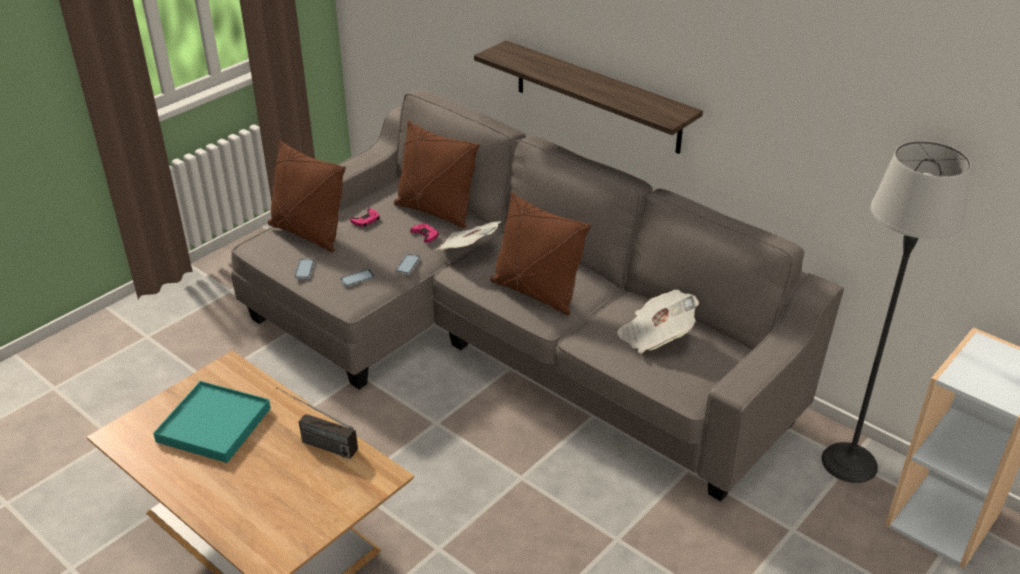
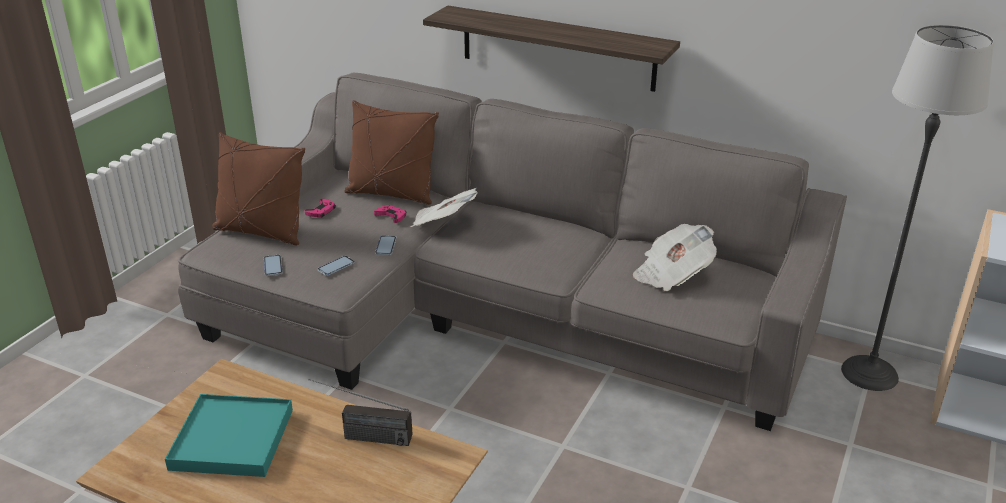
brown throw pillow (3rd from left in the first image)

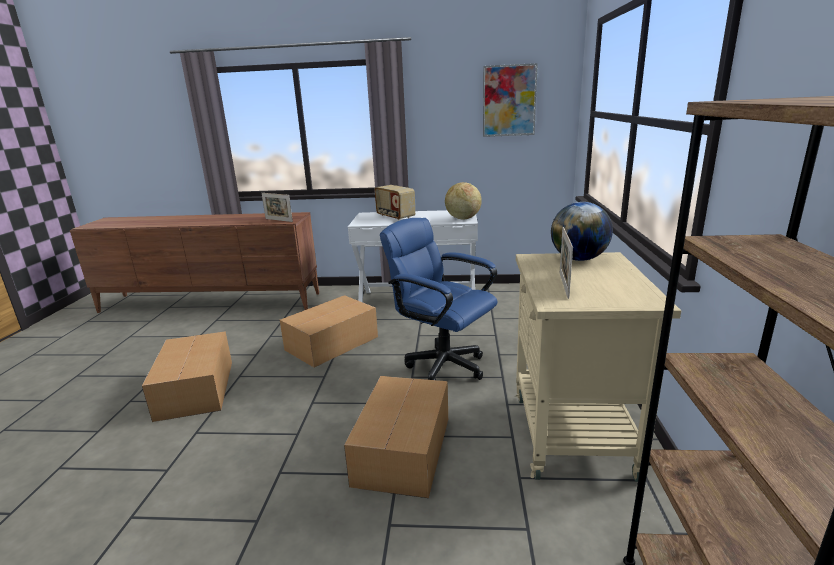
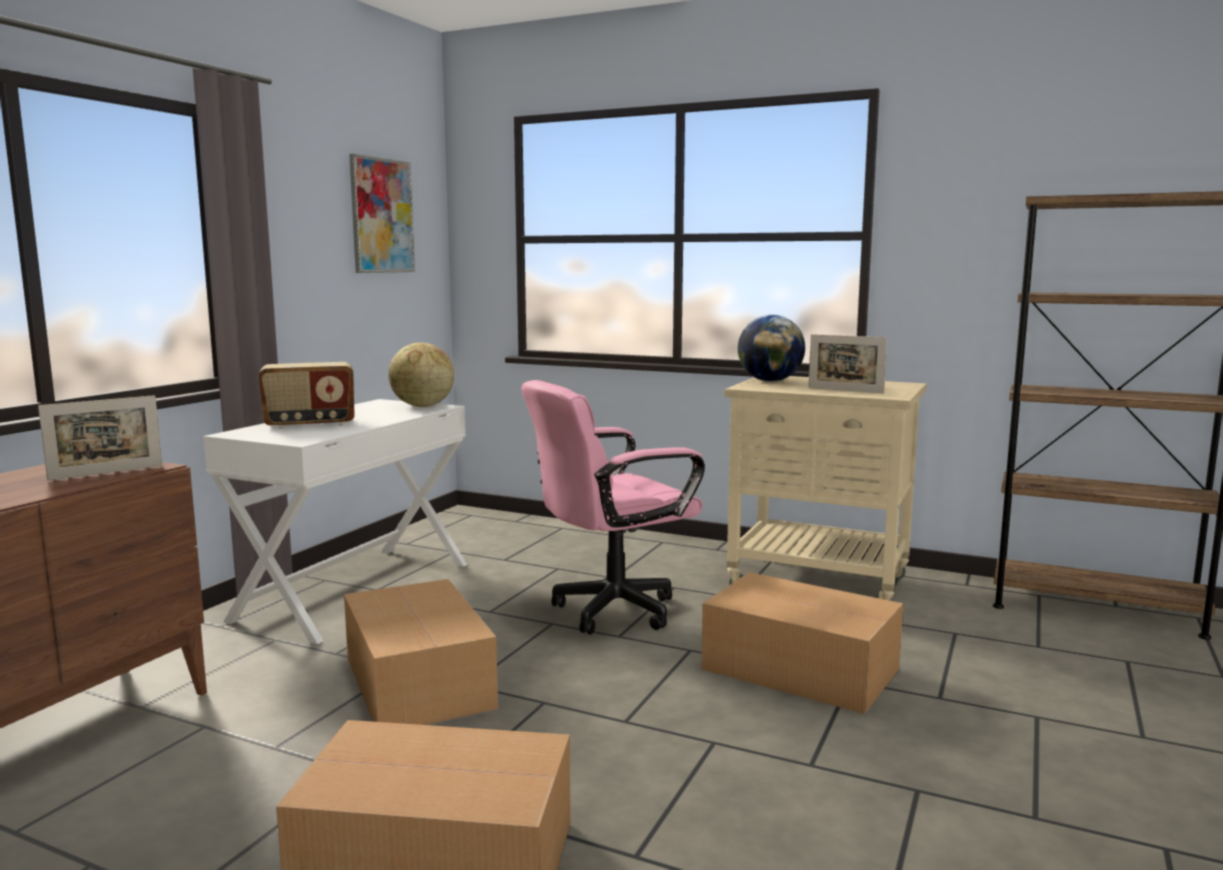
pink-coloured desk chair

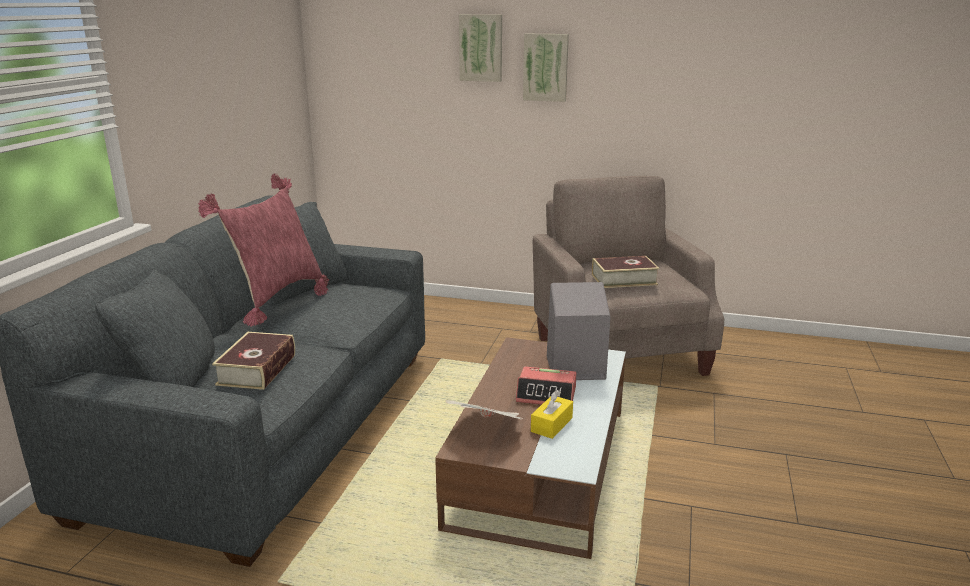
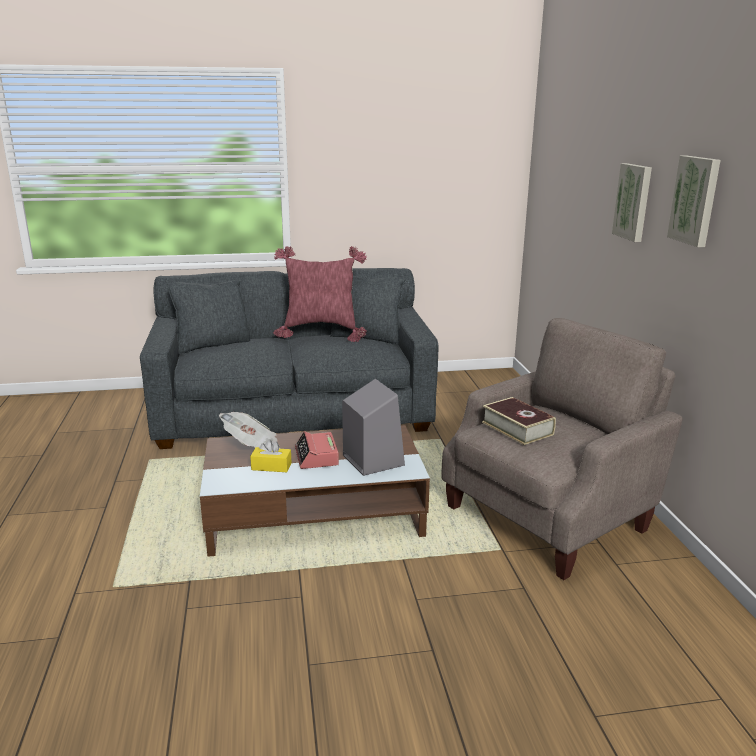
wall picture (2nd from left); volume (1st from left in the first image)

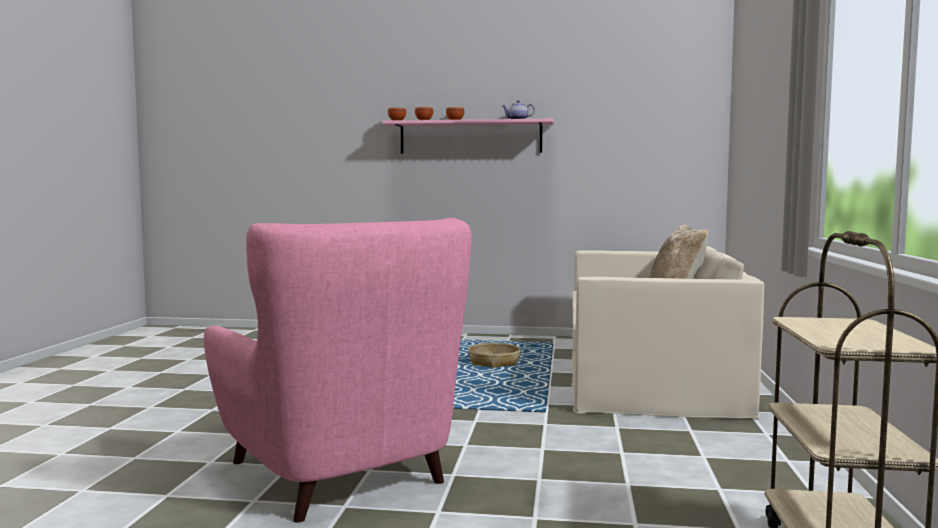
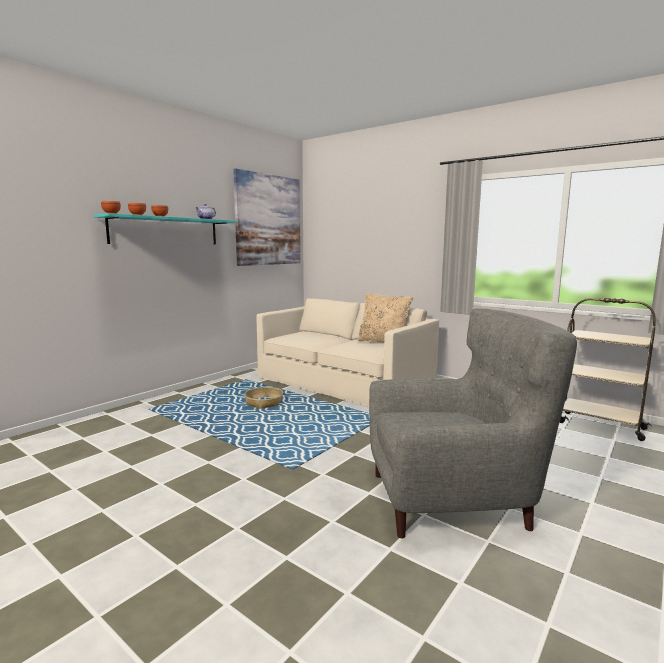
turquoise-coloured wall shelf; wall picture; gray easy chair

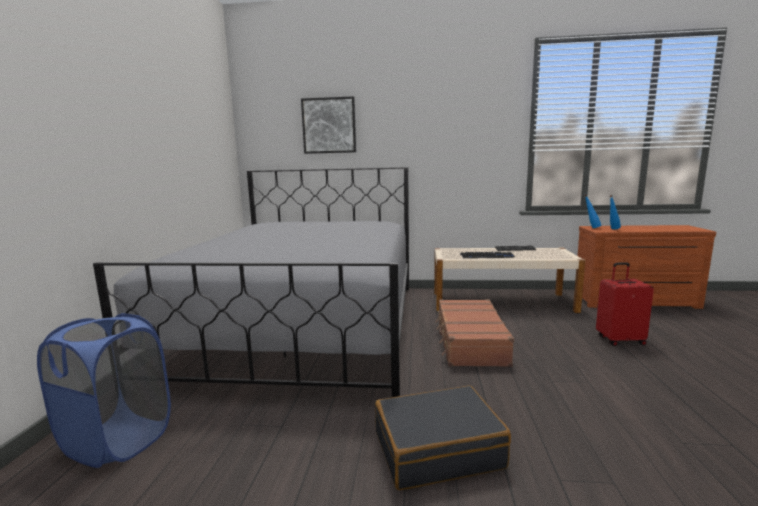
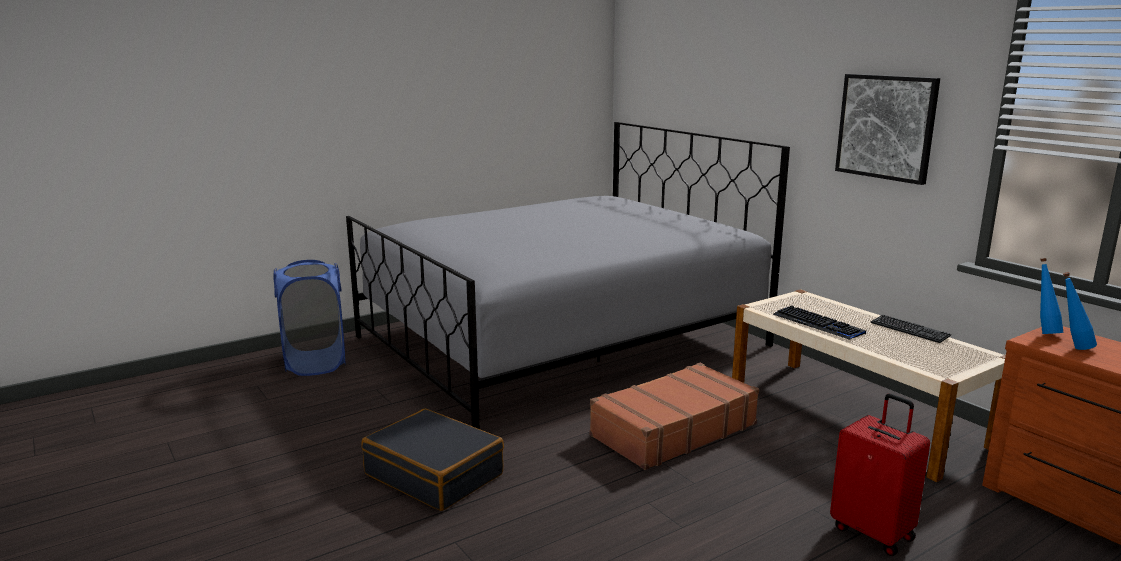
wall picture

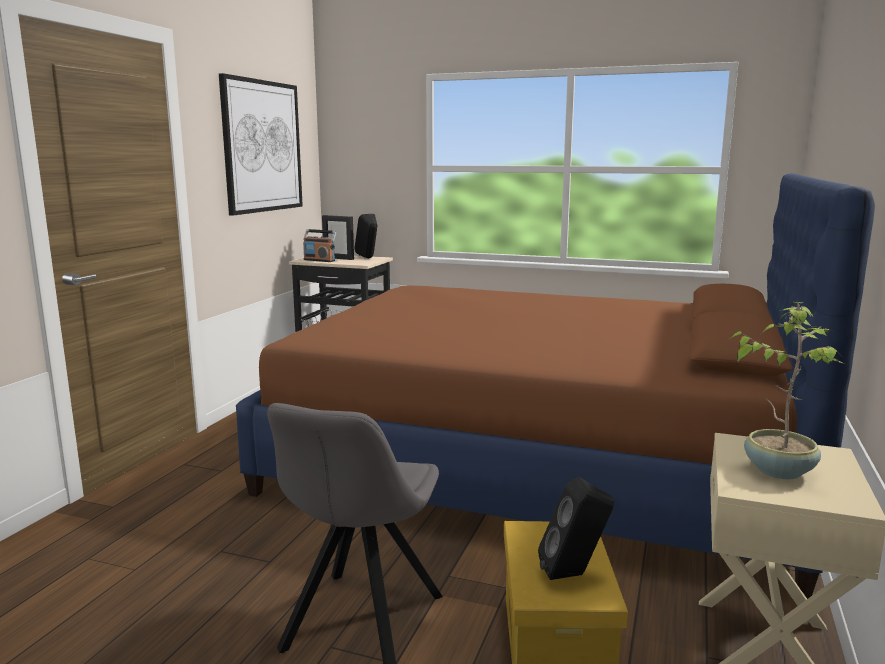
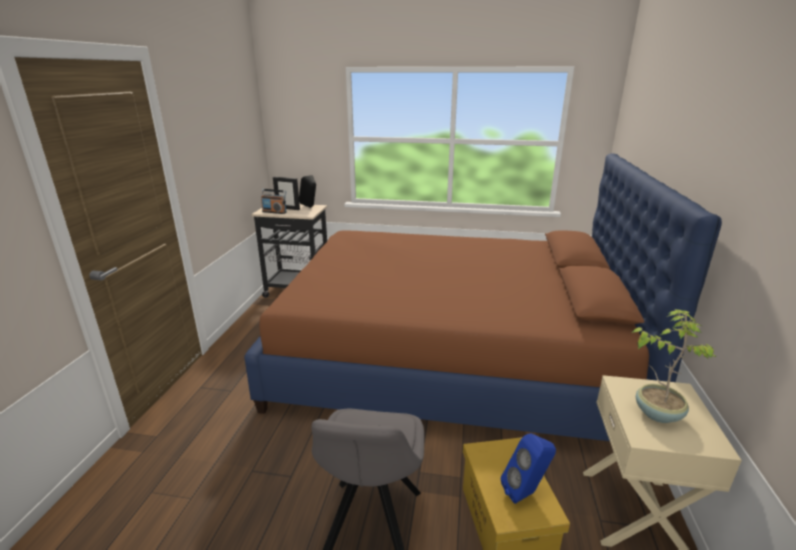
bluish audio speaker; wall picture

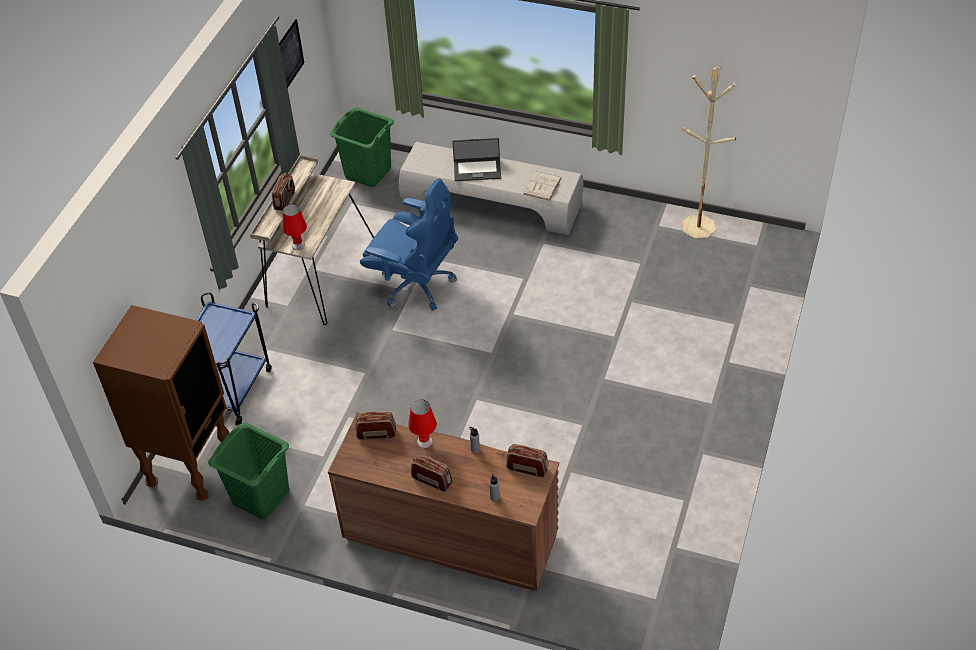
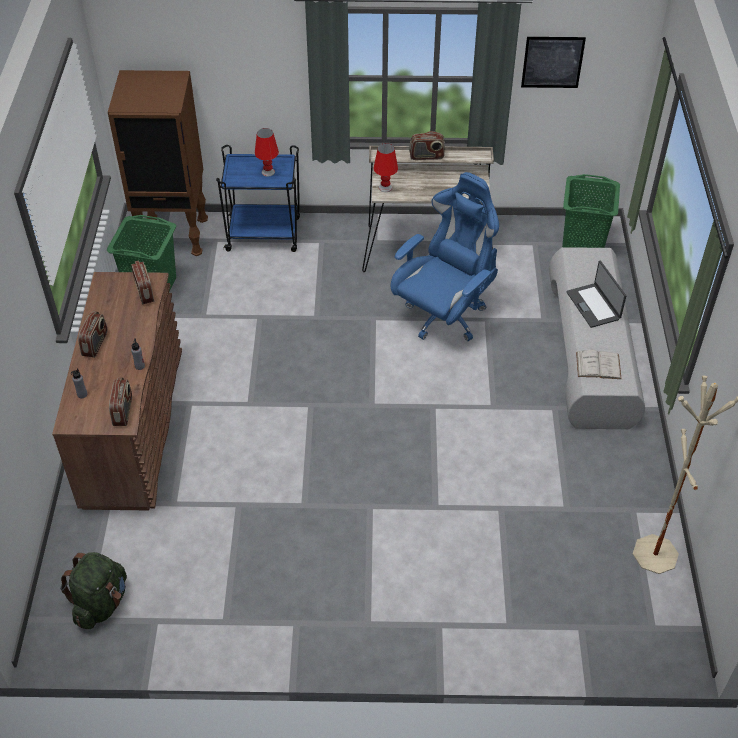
green-coloured backpack; red-coloured table lamp (1st from left); bluish desk chair

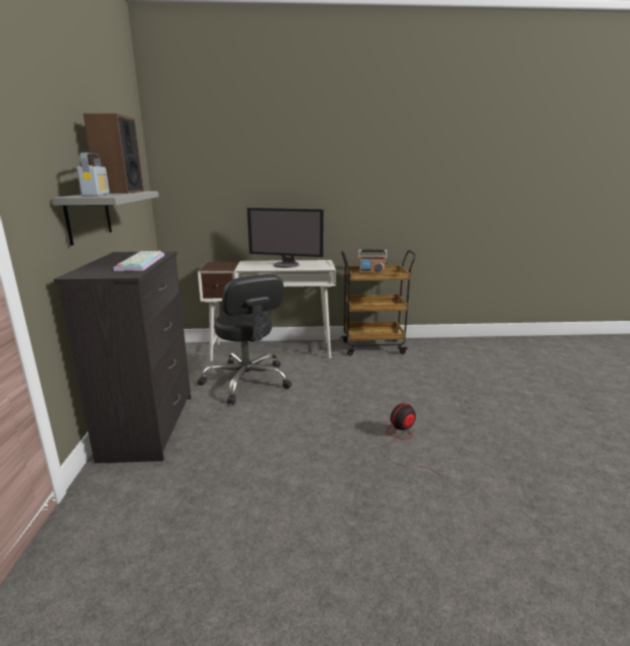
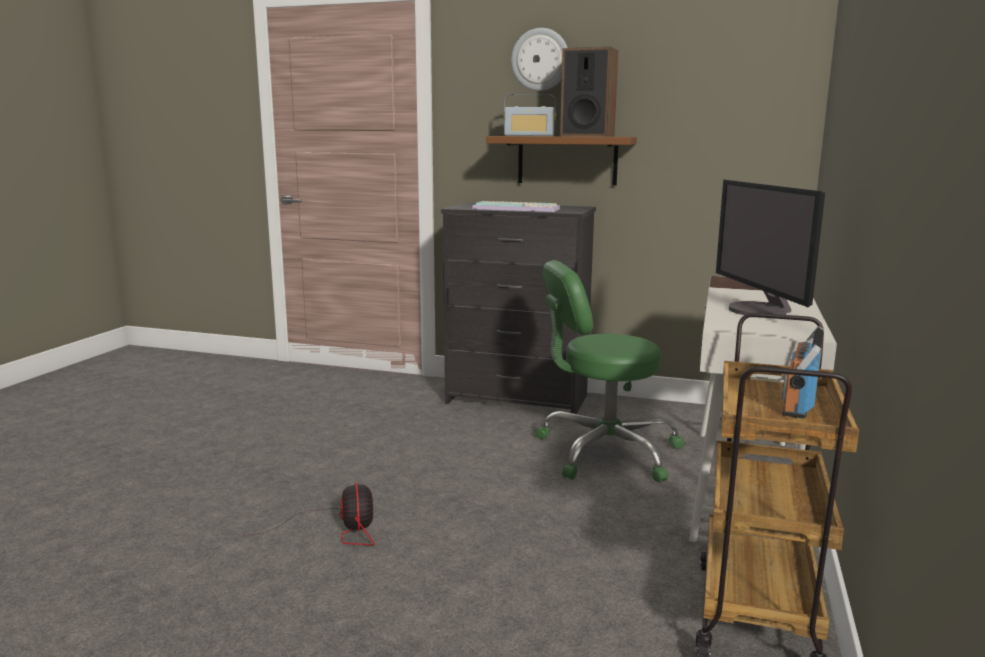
brown wall shelf; hanging clock; green-coloured desk chair; computer screen

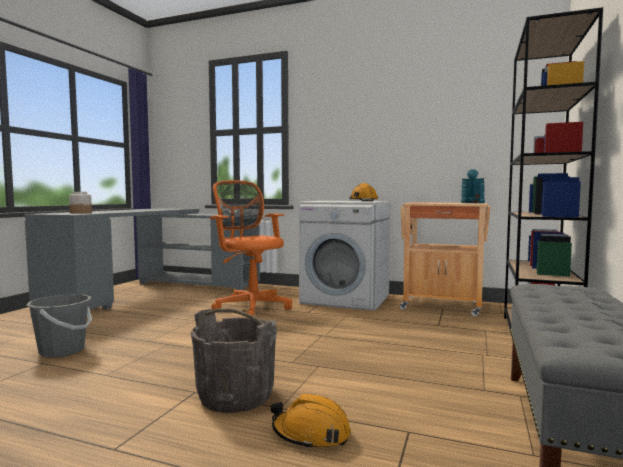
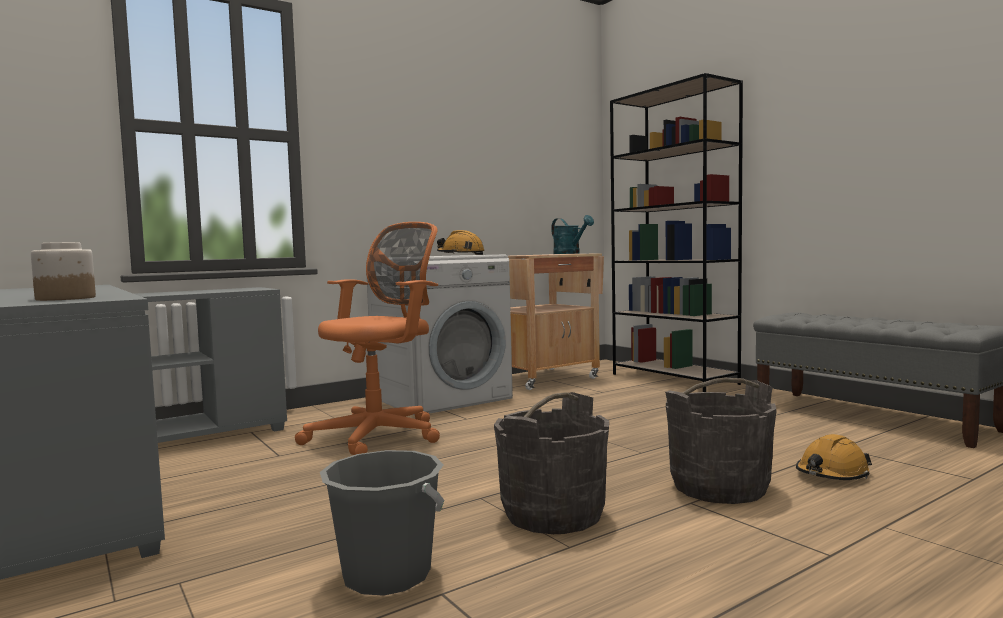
orangey desk chair; gray pail (2nd from left)

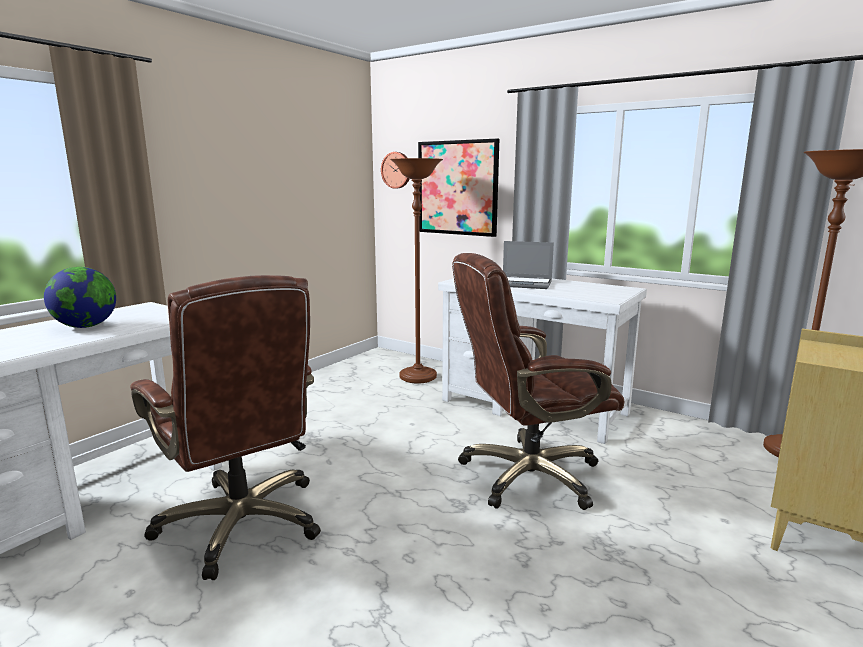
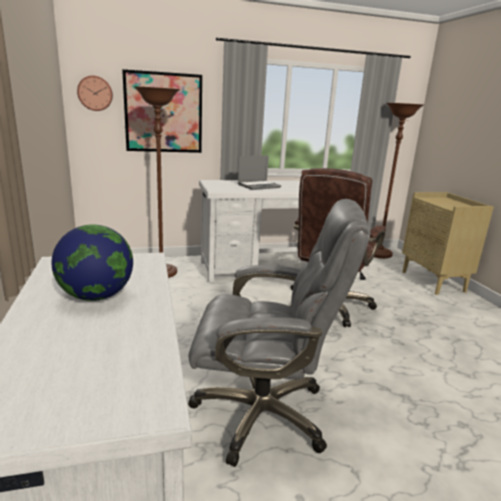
gray desk chair

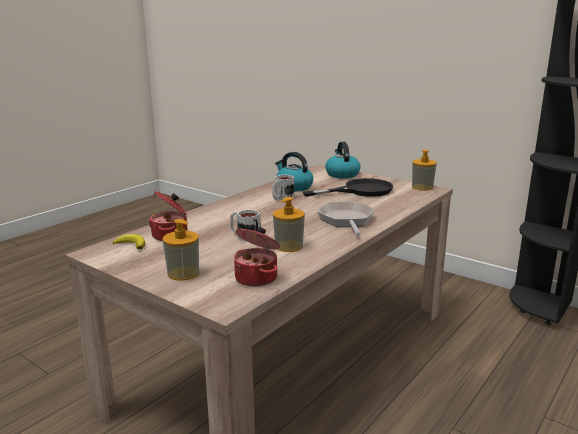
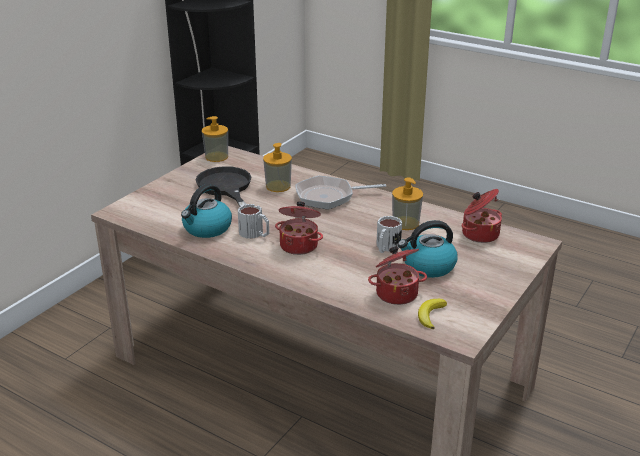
soap dispenser (2nd from left); stockpot (1st from left); water kettle (2nd from left)

